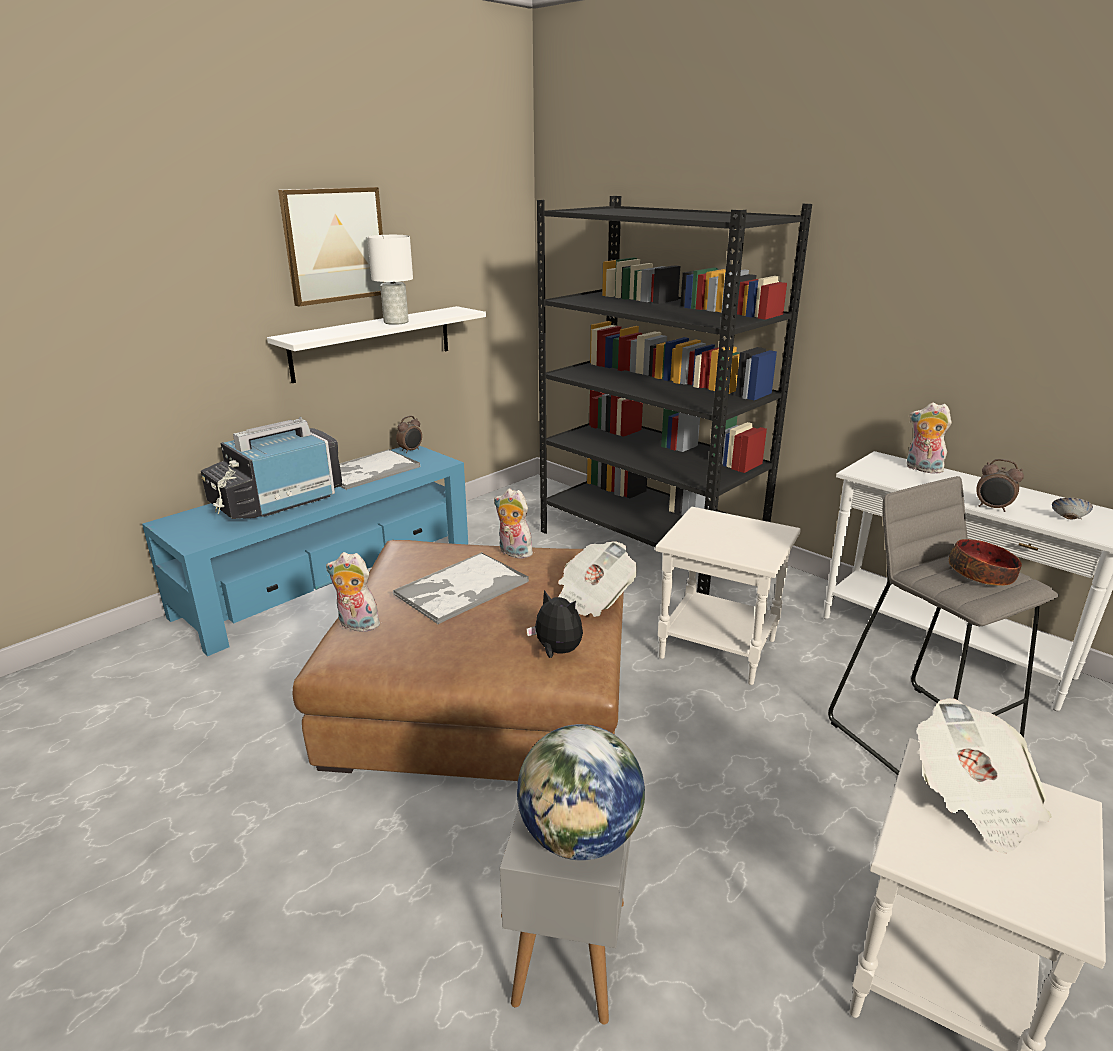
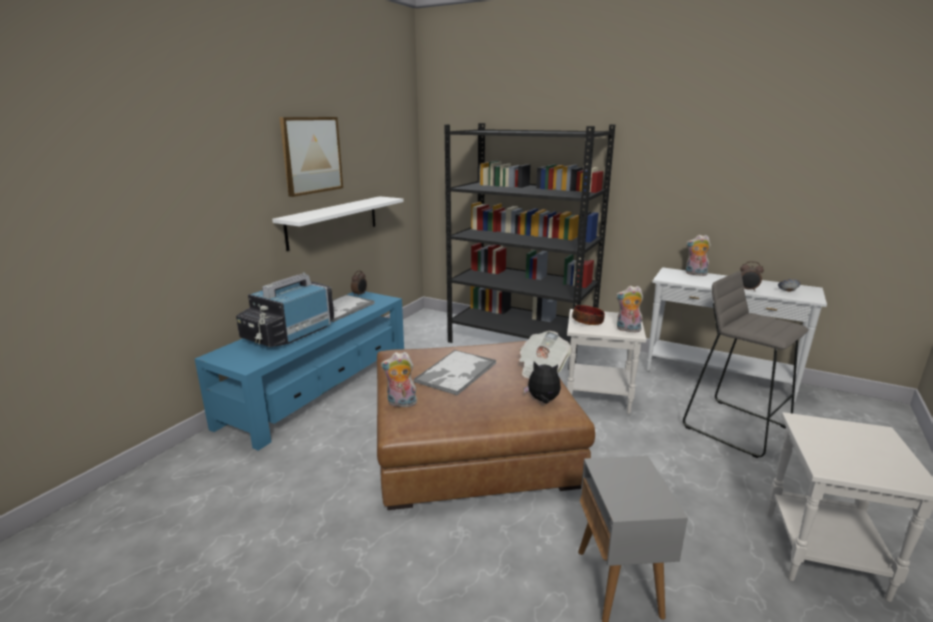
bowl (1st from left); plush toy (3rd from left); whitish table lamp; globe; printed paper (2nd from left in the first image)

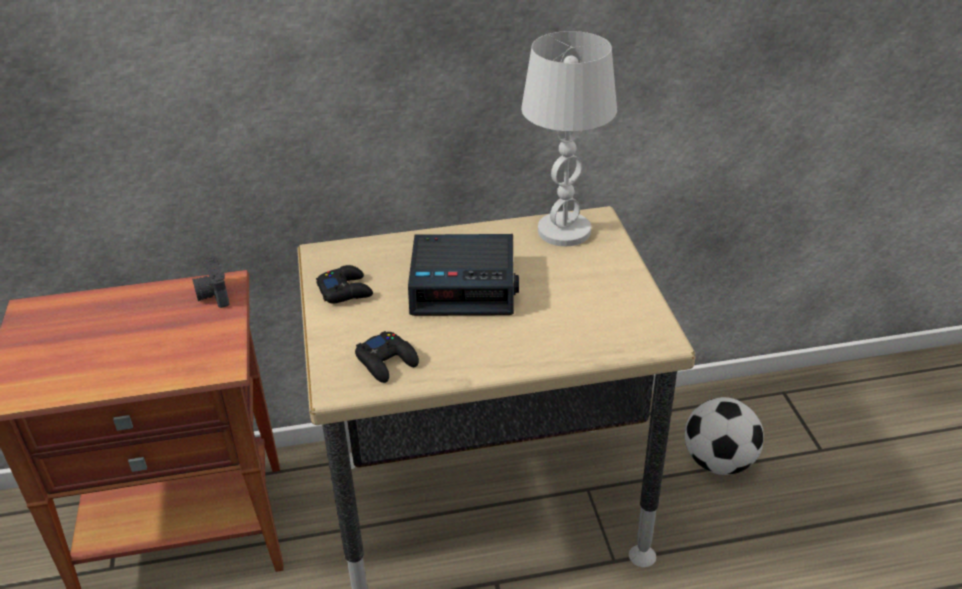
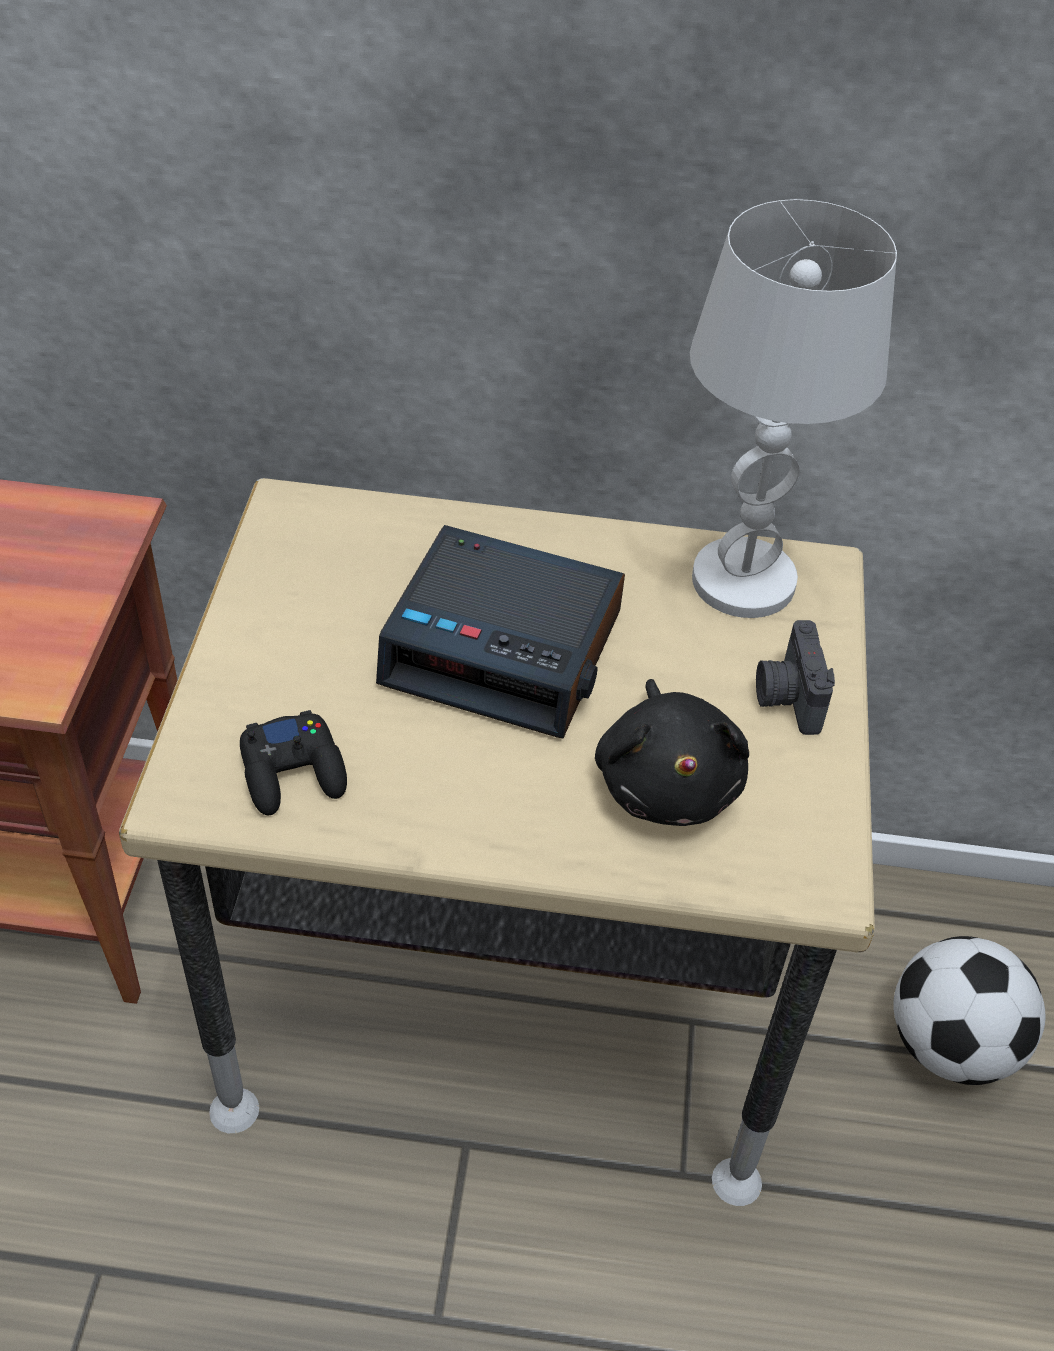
blackish plush toy; still camera; blackish game controller (1st from left in the first image)

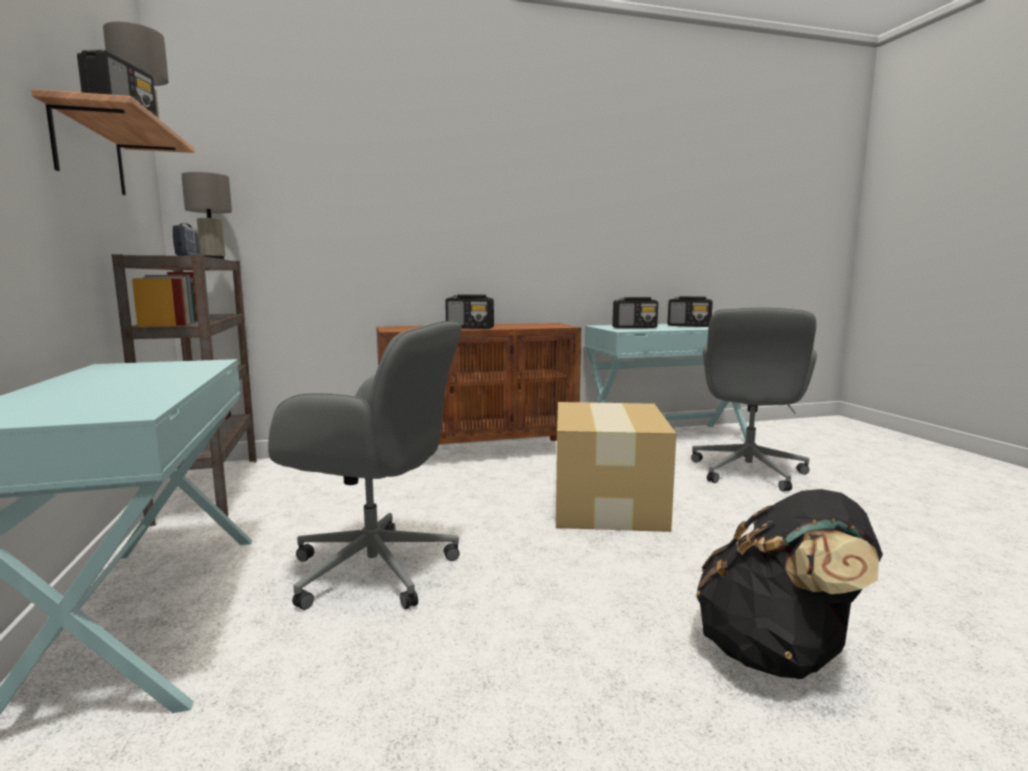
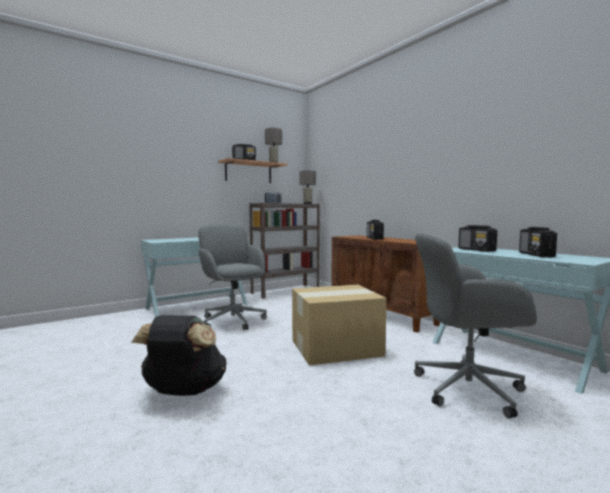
gray desk chair (1st from left)

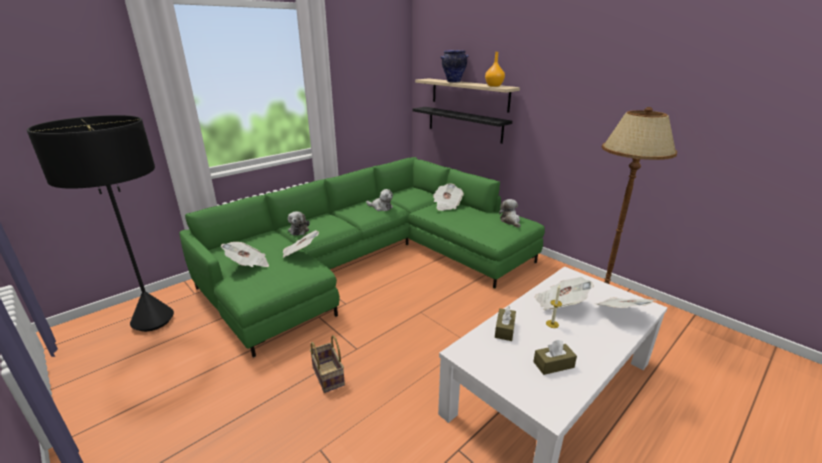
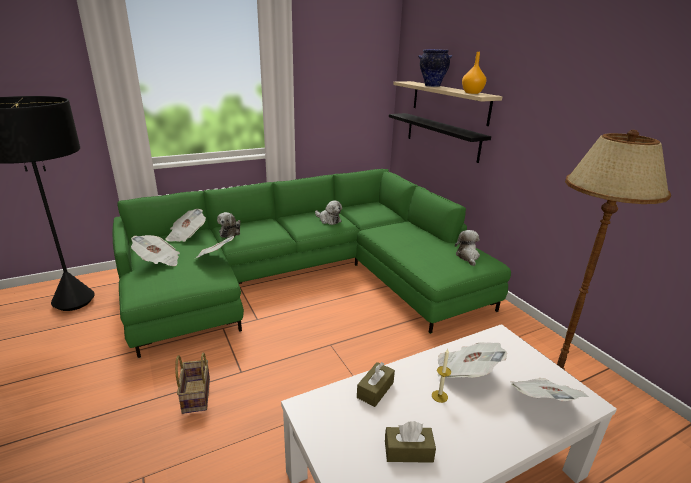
printed paper (2nd from left)

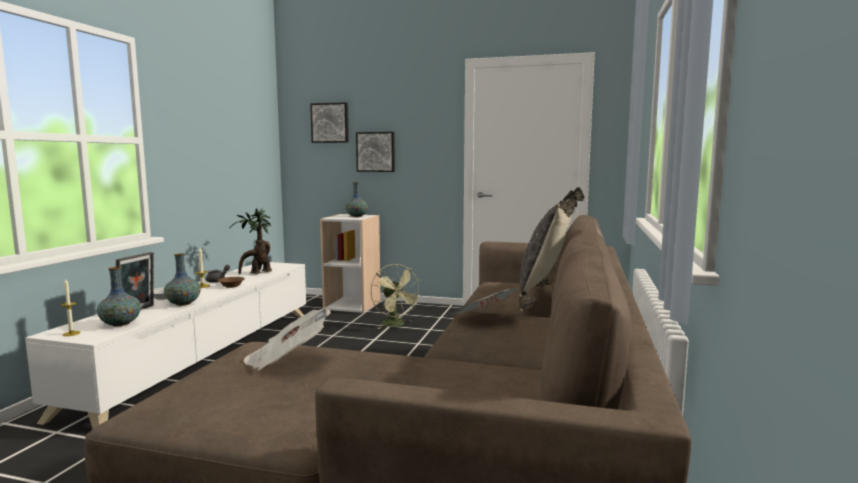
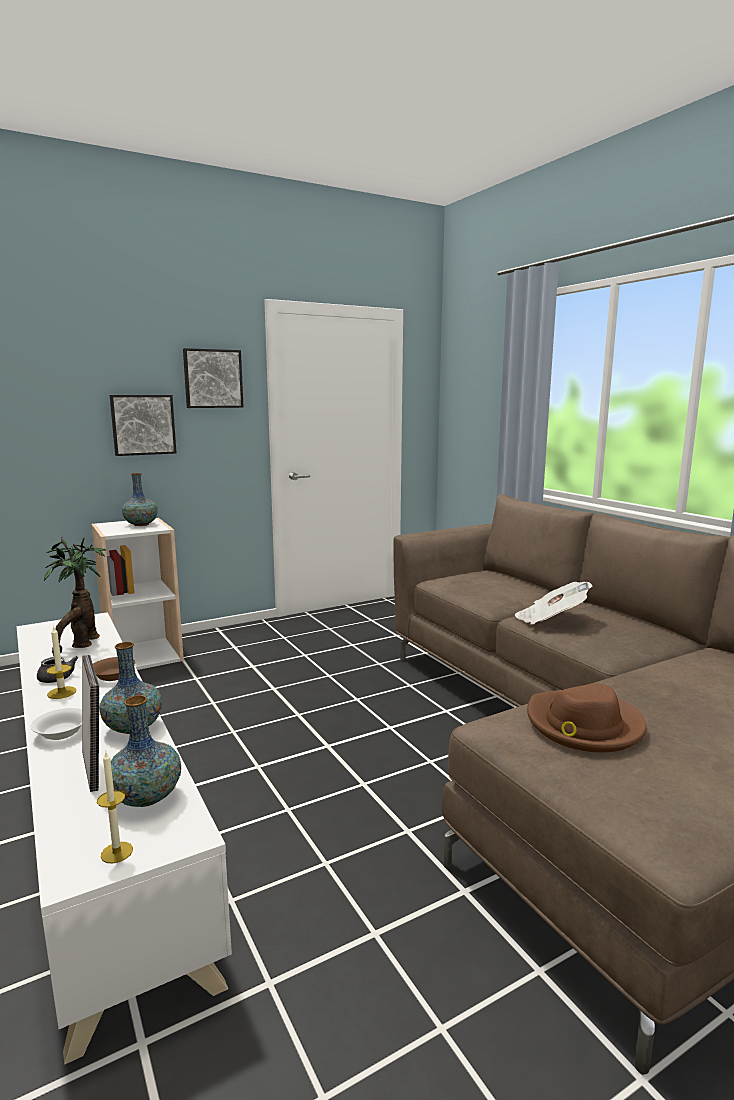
wall picture (2nd from left); brown wearable hat; green-coloured electric fan; throw pillow

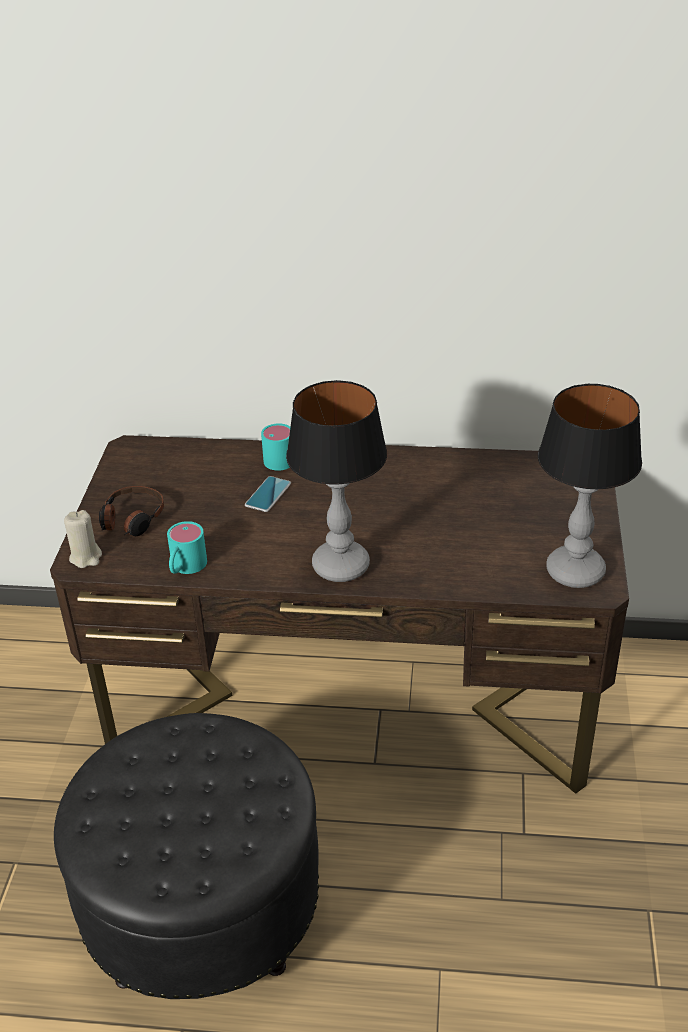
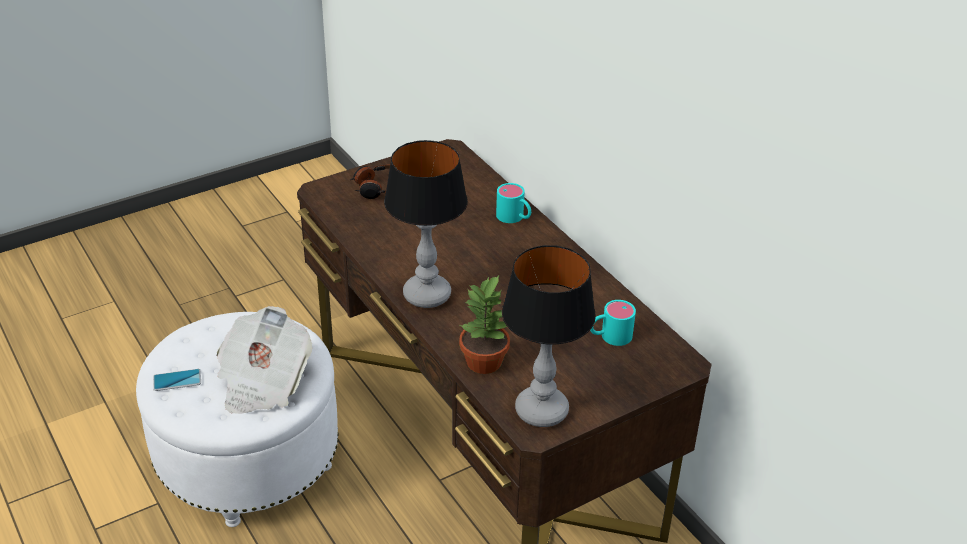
whitish footrest; phone; printed paper; houseplant; turquoise-coloured tea mug (2nd from left); beige-coloured candle

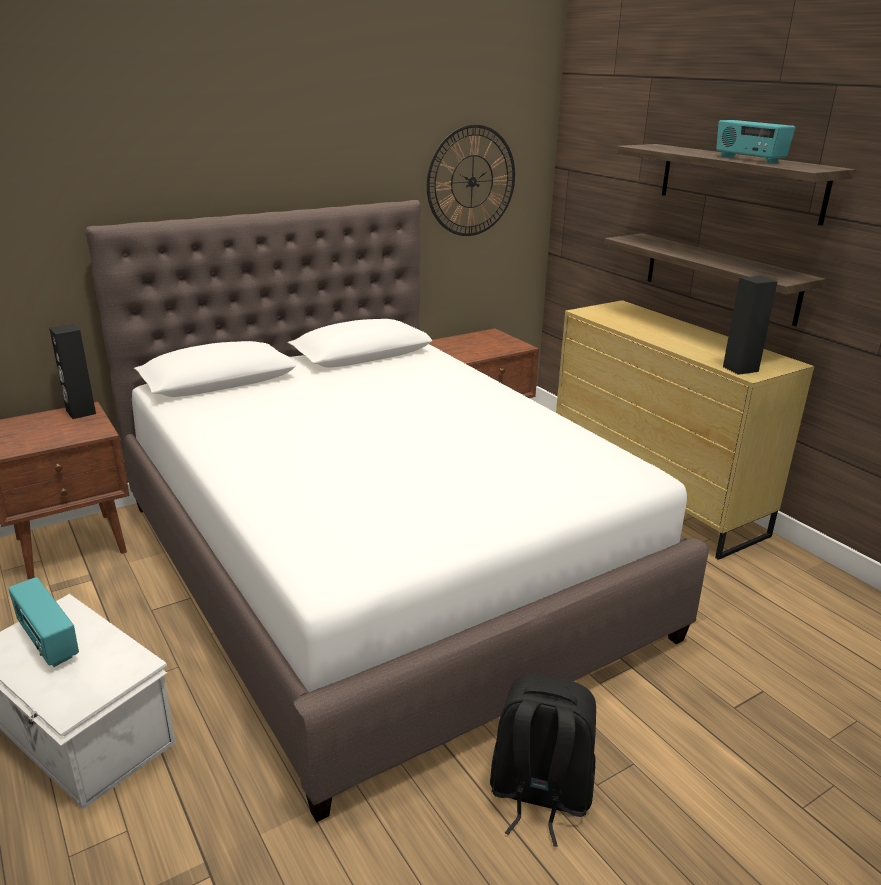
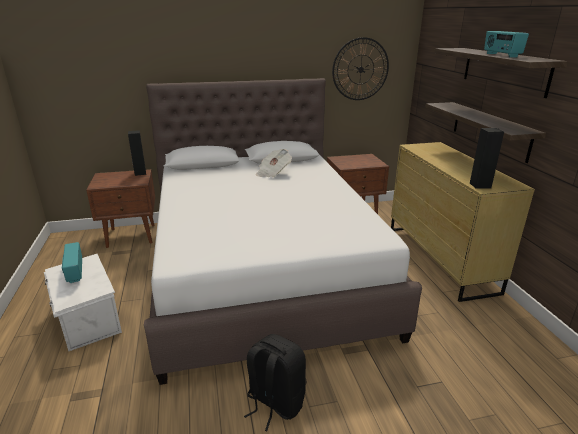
printed paper

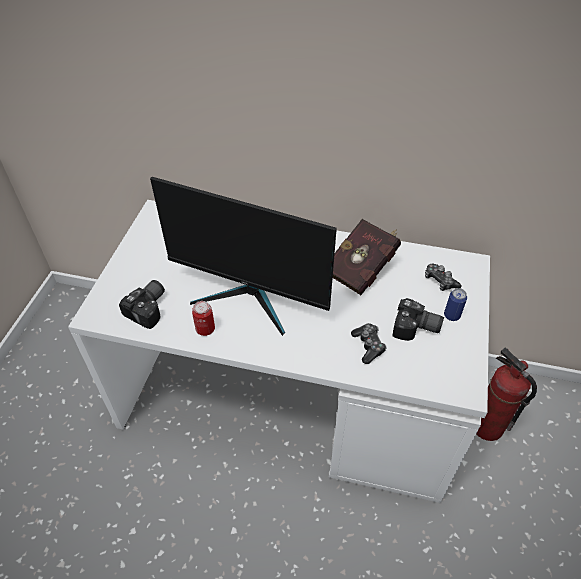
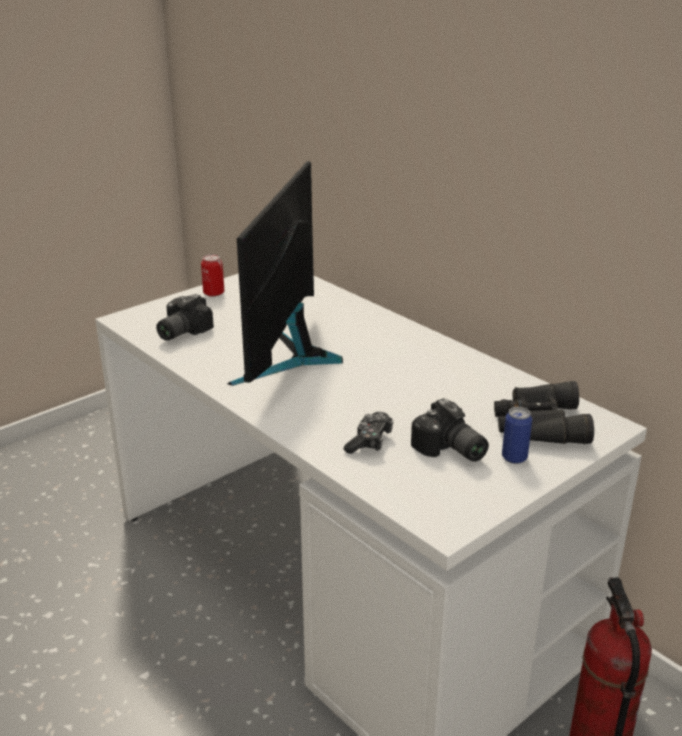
still camera (1st from left); sealed can (1st from left); computer screen; blackish pair of binoculars; red-coloured volume

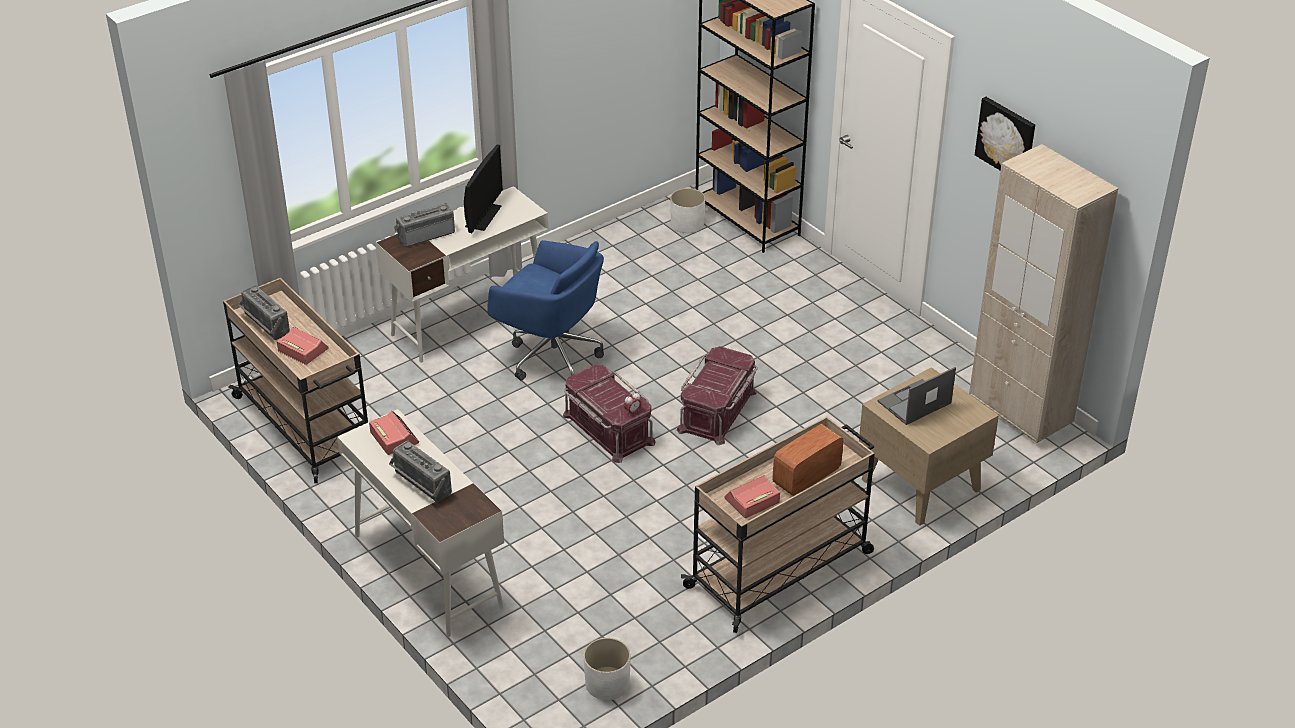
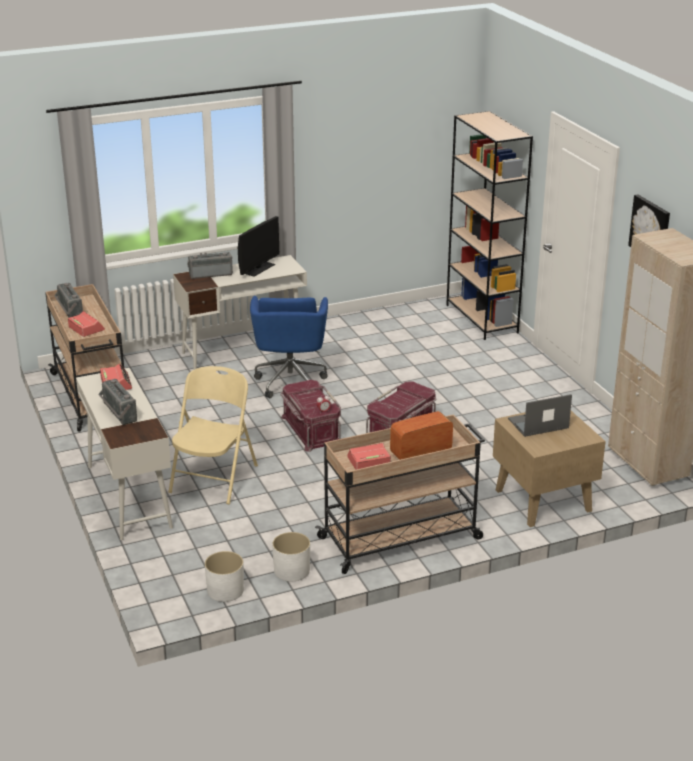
beige-coloured plain chair; bluish desk chair; whitish plant pot (2nd from left)

